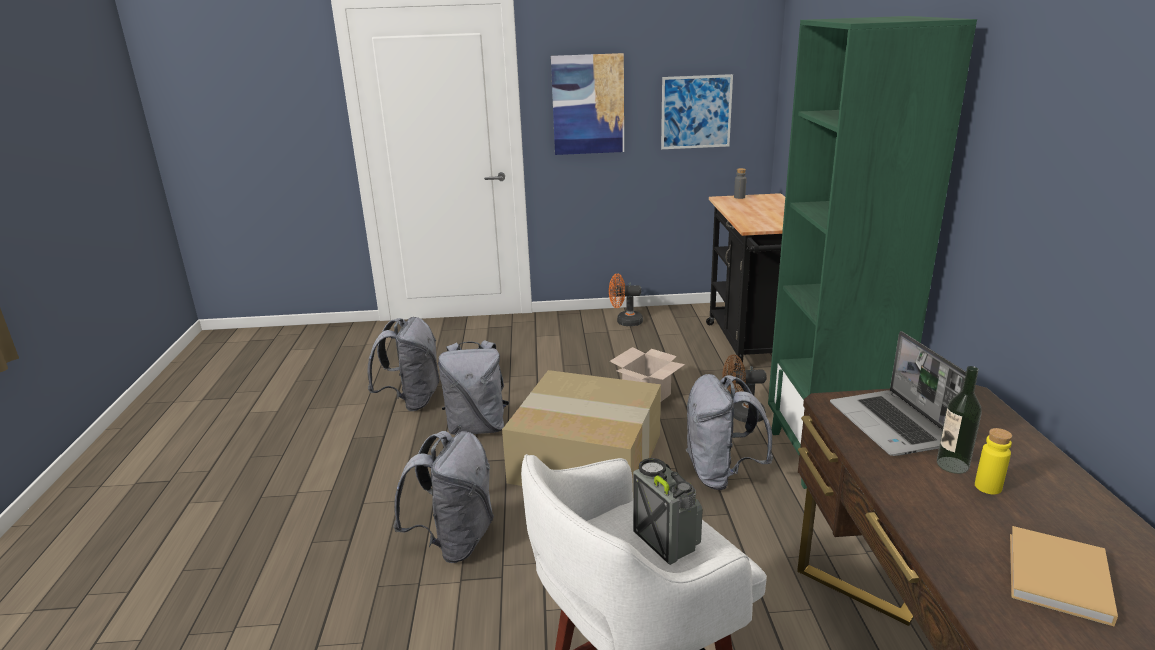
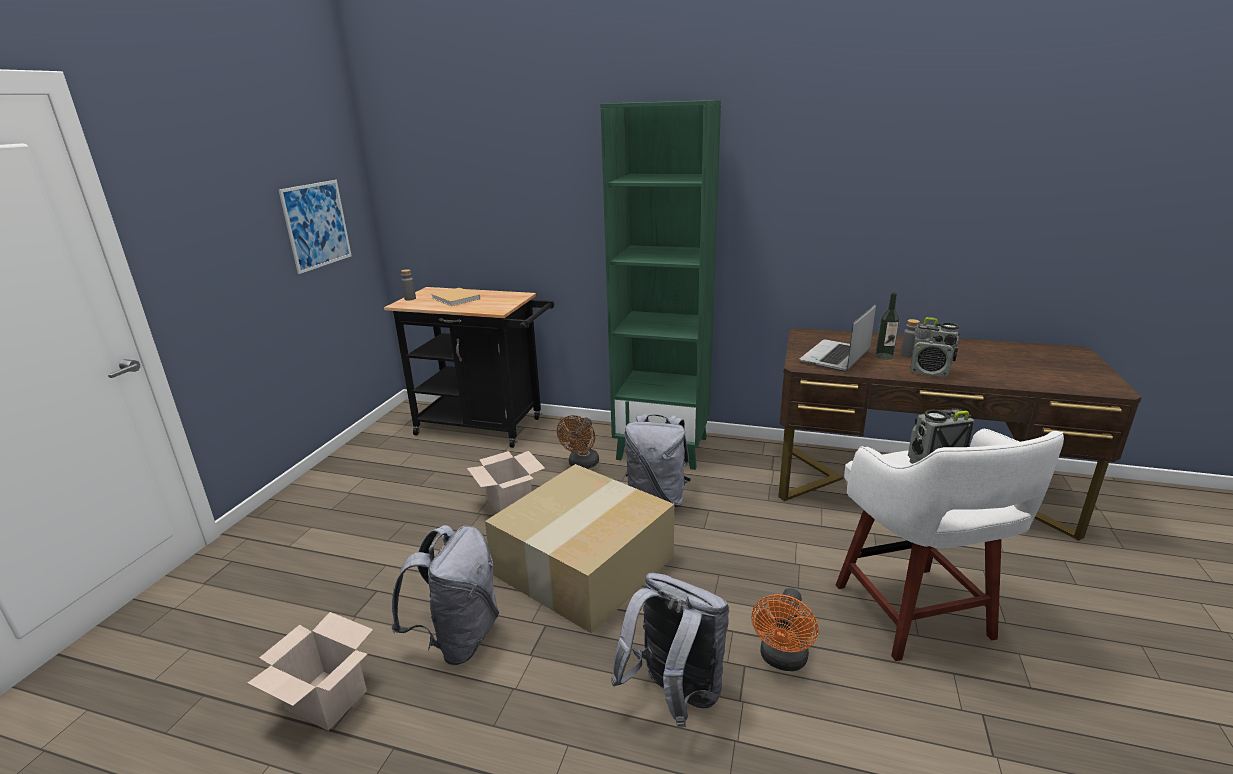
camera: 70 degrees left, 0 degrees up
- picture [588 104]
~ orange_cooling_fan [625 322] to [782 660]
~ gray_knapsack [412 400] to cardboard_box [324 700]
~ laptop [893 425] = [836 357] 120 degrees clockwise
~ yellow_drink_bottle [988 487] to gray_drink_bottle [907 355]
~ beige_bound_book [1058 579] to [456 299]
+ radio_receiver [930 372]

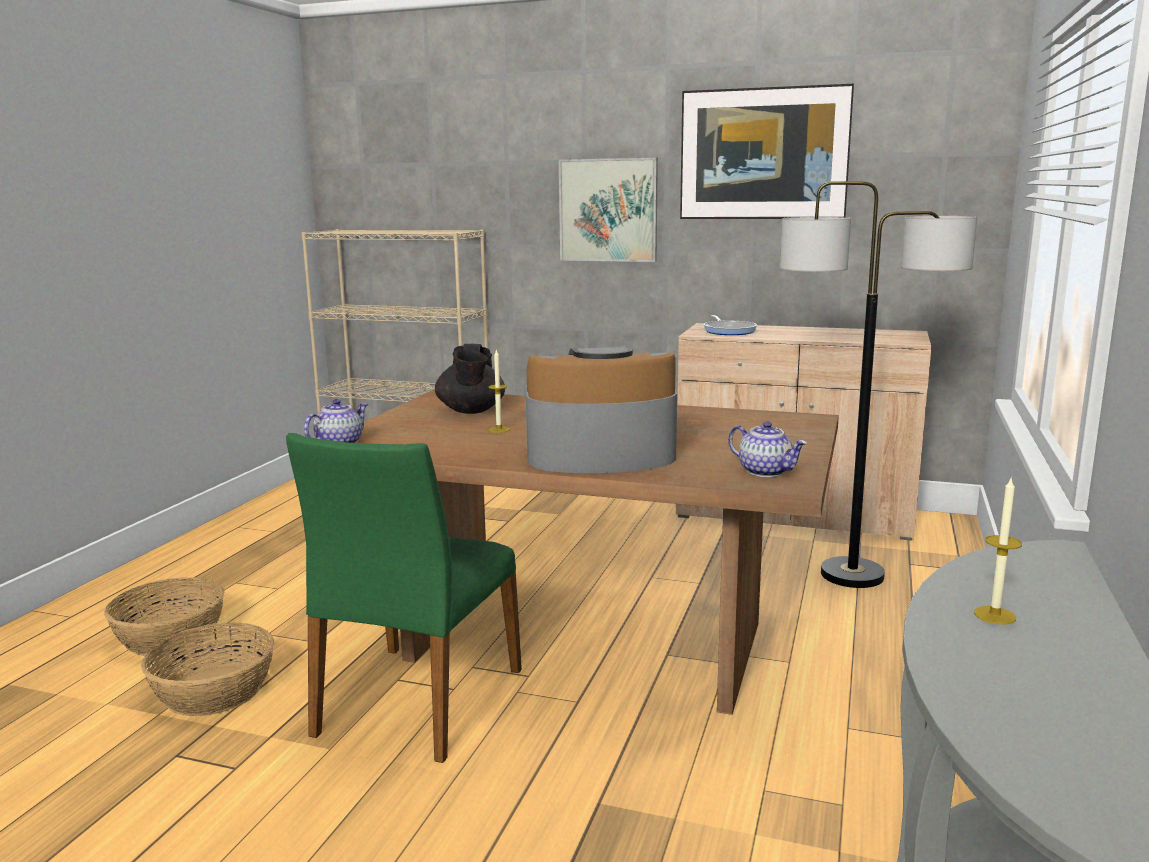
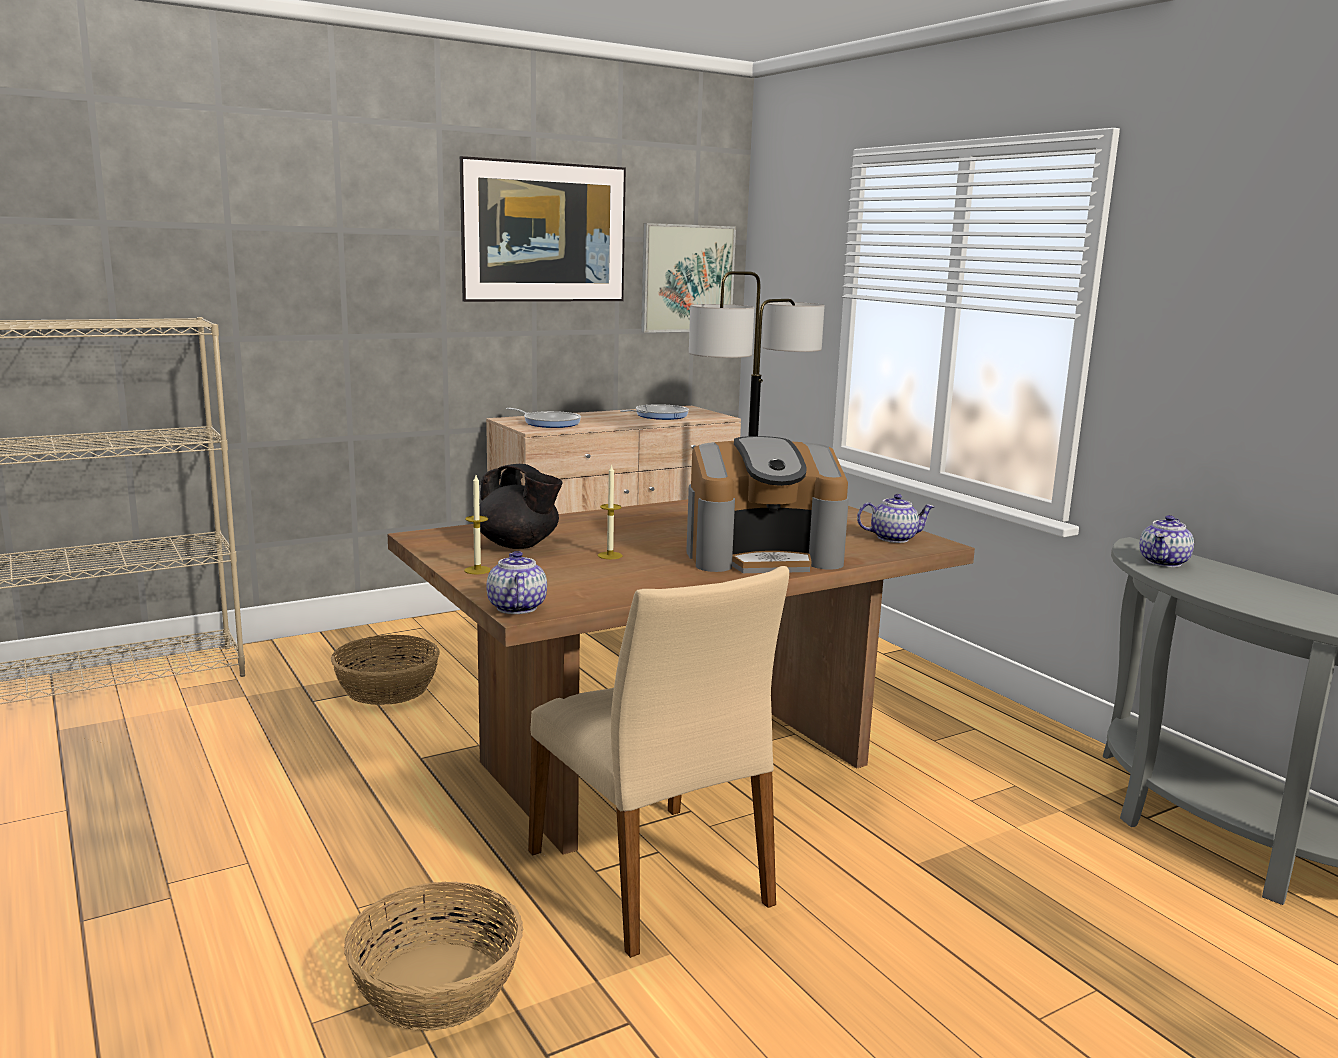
camera: 50 degrees left, 0 degrees up
~ picture [608 210] to [687 278]
~ coffee_maker [599 455] = [763 556] 135 degrees counterclockwise
~ green-coloured_upright_chair [416 702] to beige_upright_chair [653 877]
~ wax_candle [994 615] to [477 570]
~ storage_basket [171 636] to [387 688]
+ skillet [658 416]
+ tea_pot [1164 562]

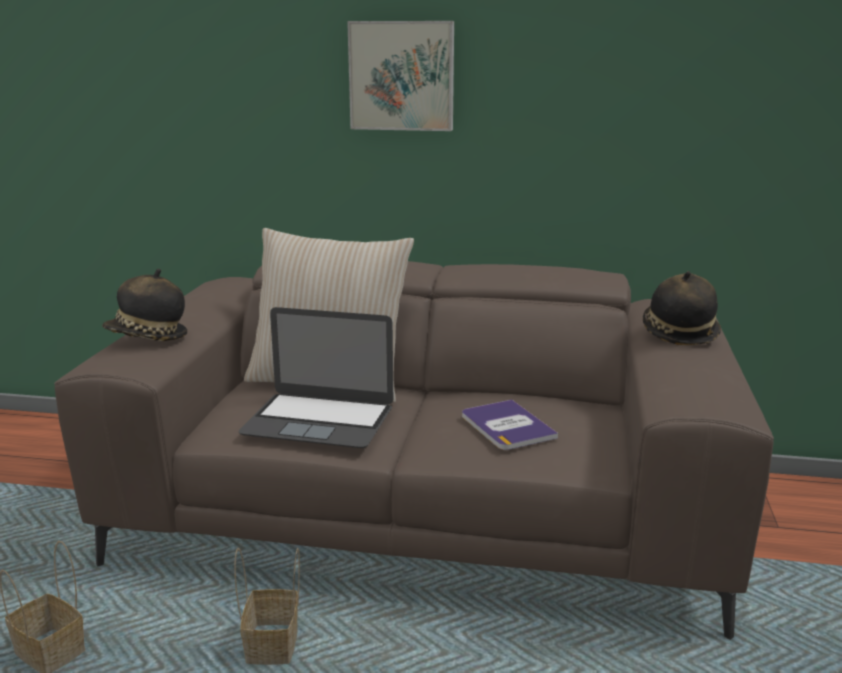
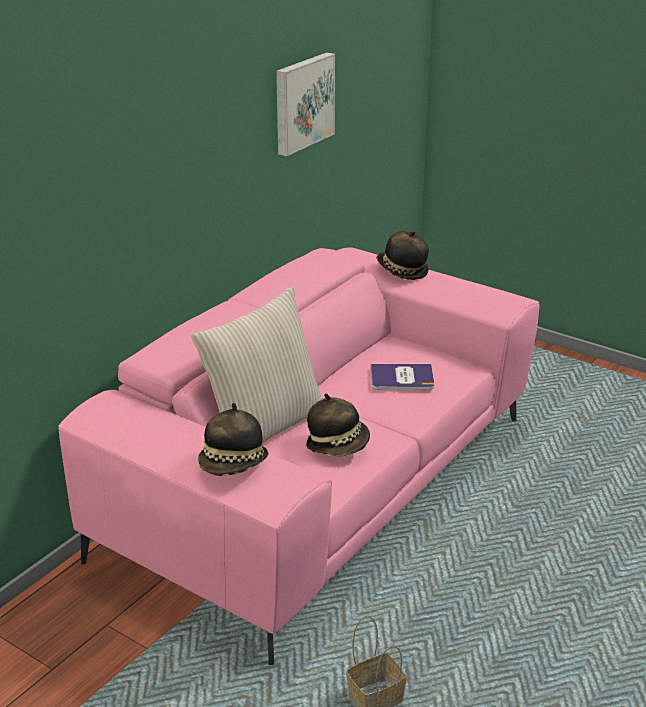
camera: 65 degrees left, 10 degrees up
~ picture [402 76] to [302 102]
~ brown-coloured_sofa [421 518] to pinkish_sofa [321 486]
~ laptop [319 420] to hat [338 445]
- storage_basket [273 647]

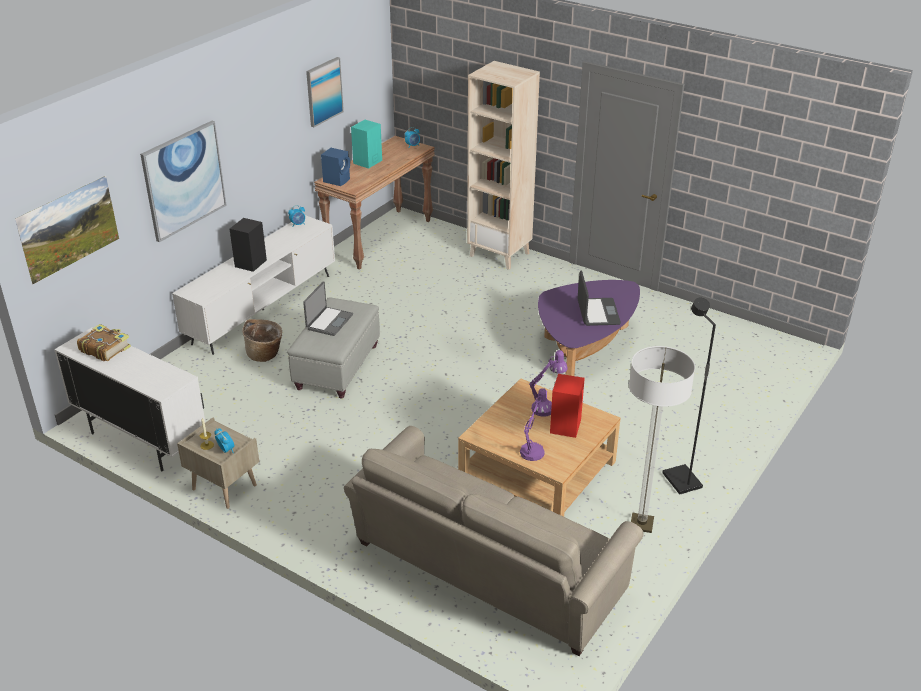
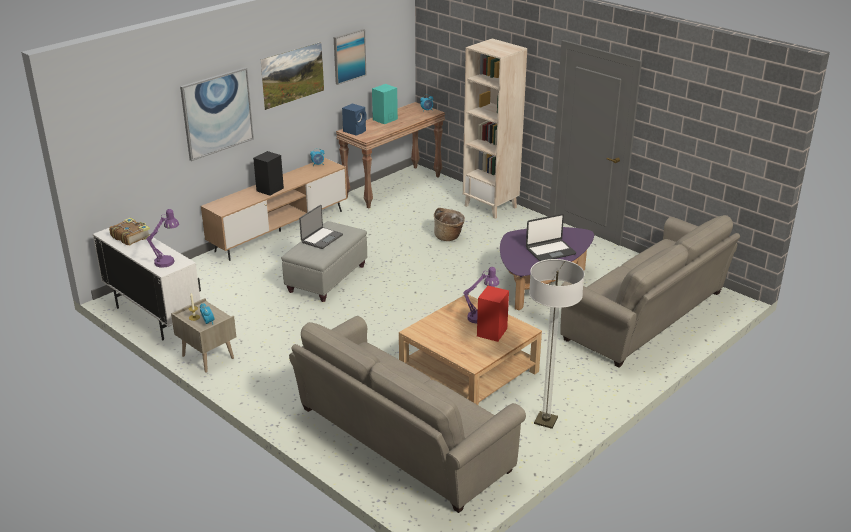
camera: 10 degrees right, 5 degrees down
~ picture [73 245] to [294 87]
~ white_media_console [263 309] to brown-coloured_media_console [280 231]
~ laptop [597 312] = [550 251] 60 degrees clockwise
- black-coloured_standard_lamp [680 481]
~ storage_basket [265 354] to [449 237]
~ purple_tabletop_lamp [534 449] to [167 260]
+ beige_sofa [648 318]

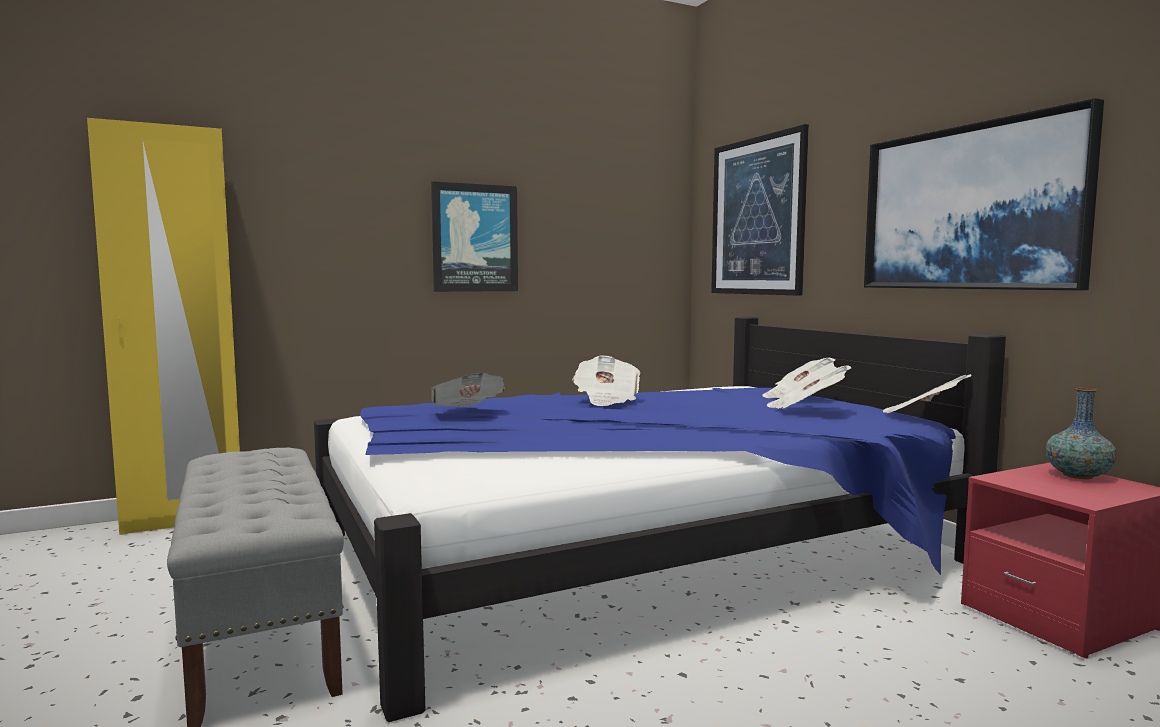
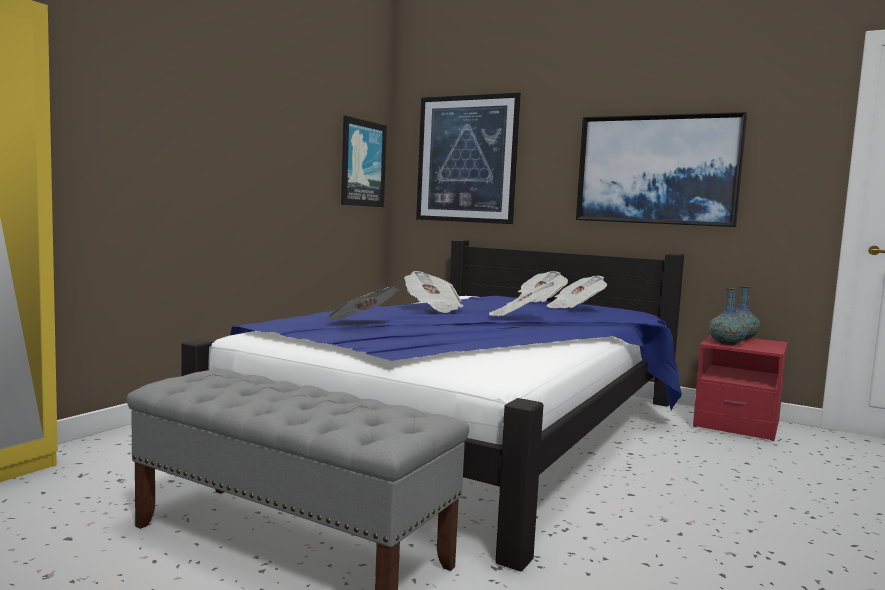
camera: 35 degrees left, 0 degrees up
~ picture [475 238] to [362 163]
~ printed_paper [922 416] to [521 317]
+ vase [727 343]

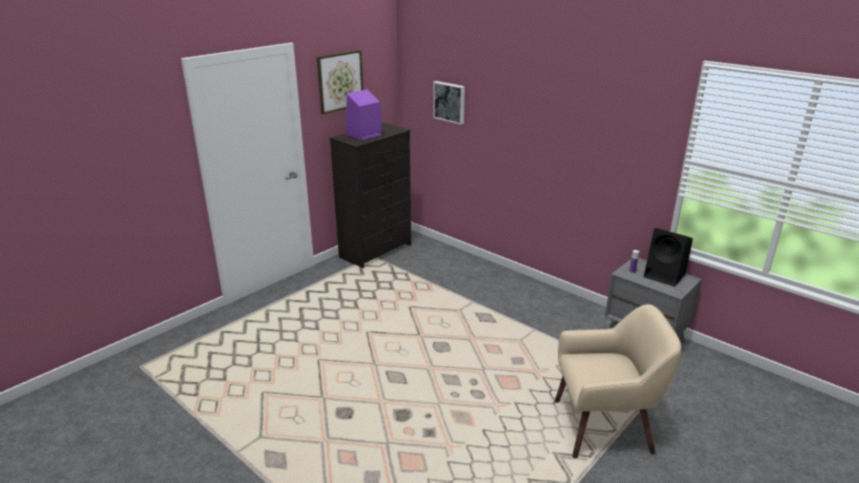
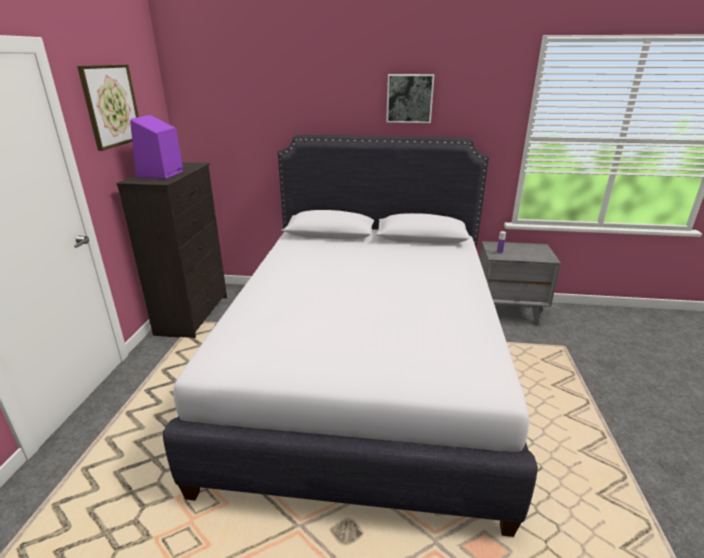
camera: 35 degrees left, 0 degrees up
~ picture [450 102] to [409 98]
- black-coloured_loudspeaker [665 276]
- beige_easy_chair [604 427]
+ white_sleeping_bed [364 371]

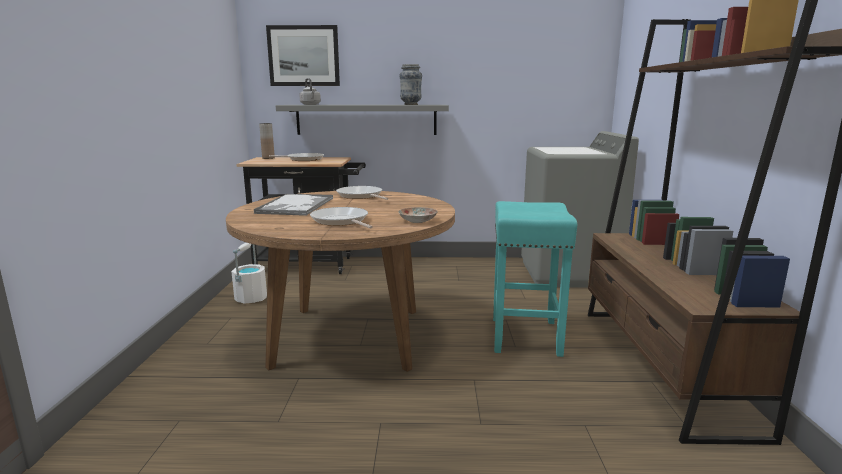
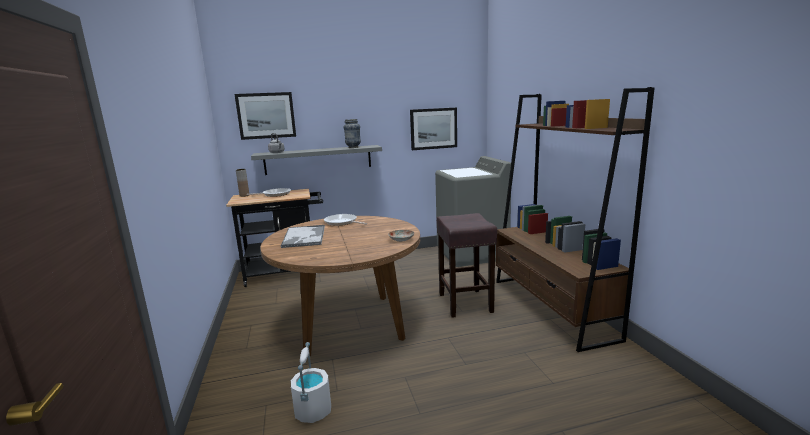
camera: 15 degrees left, 0 degrees up
~ blue-green_sitting_stool [526 337] to brown-coloured_sitting_stool [466 303]
- skillet [341 221]
~ white_pail [251 298] to [313 410]
+ picture [433 128]

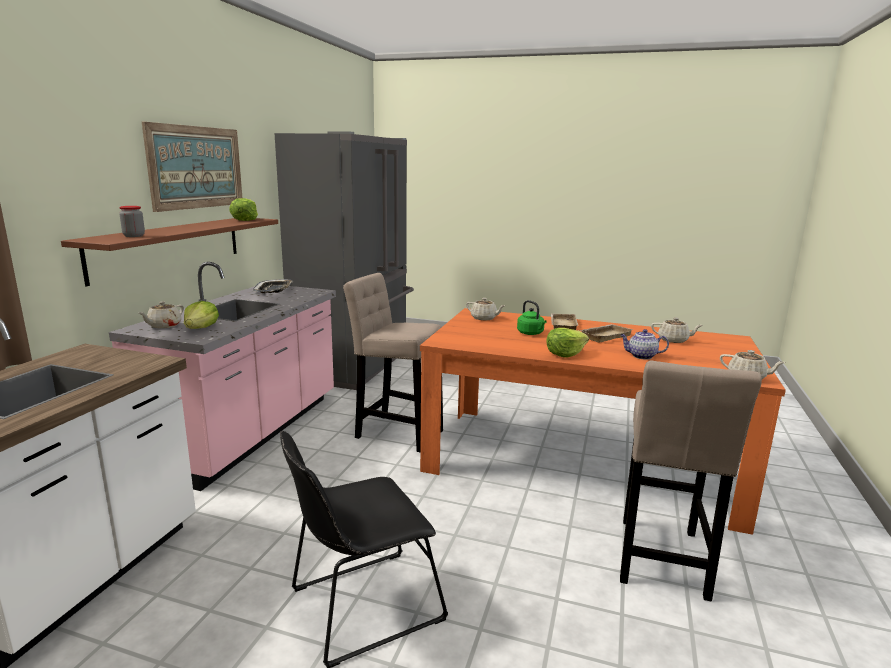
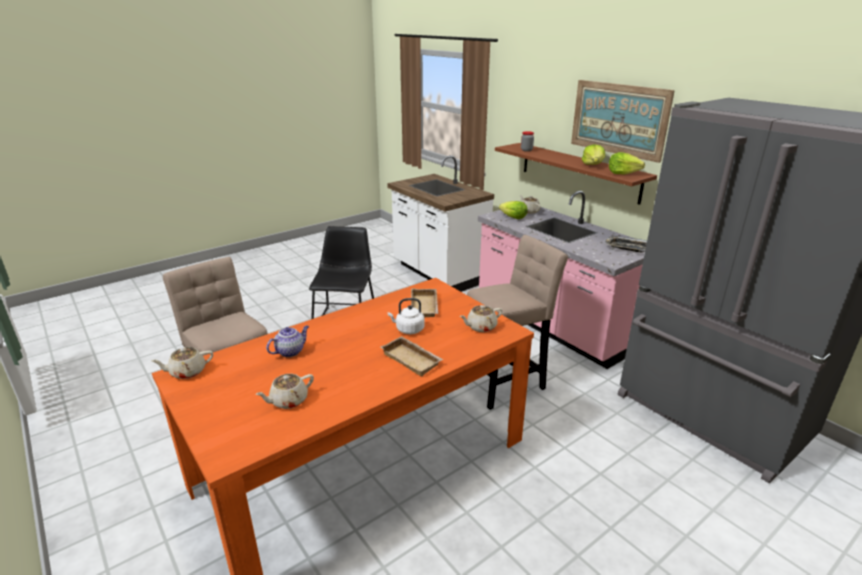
camera: 125 degrees right, 10 degrees up
~ green-coloured_kettle [531 333] to white_kettle [408 330]
~ beige_tray [604 336] to [425 307]
~ lettuce_head [565 354] to [593 165]

